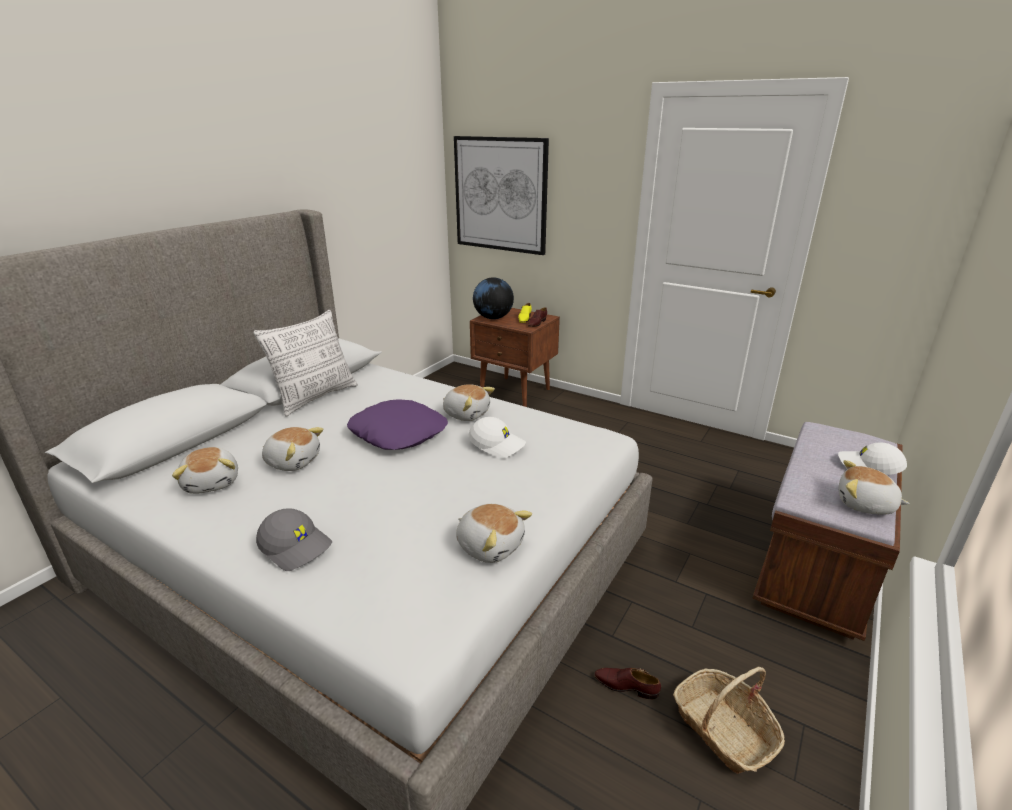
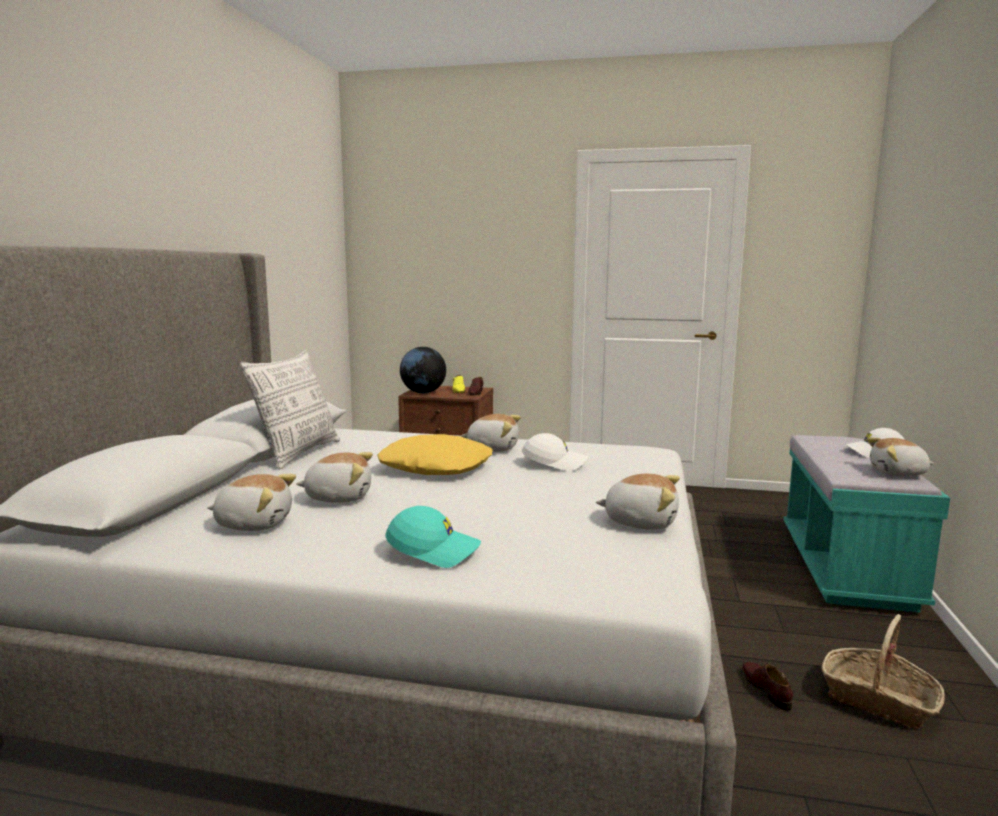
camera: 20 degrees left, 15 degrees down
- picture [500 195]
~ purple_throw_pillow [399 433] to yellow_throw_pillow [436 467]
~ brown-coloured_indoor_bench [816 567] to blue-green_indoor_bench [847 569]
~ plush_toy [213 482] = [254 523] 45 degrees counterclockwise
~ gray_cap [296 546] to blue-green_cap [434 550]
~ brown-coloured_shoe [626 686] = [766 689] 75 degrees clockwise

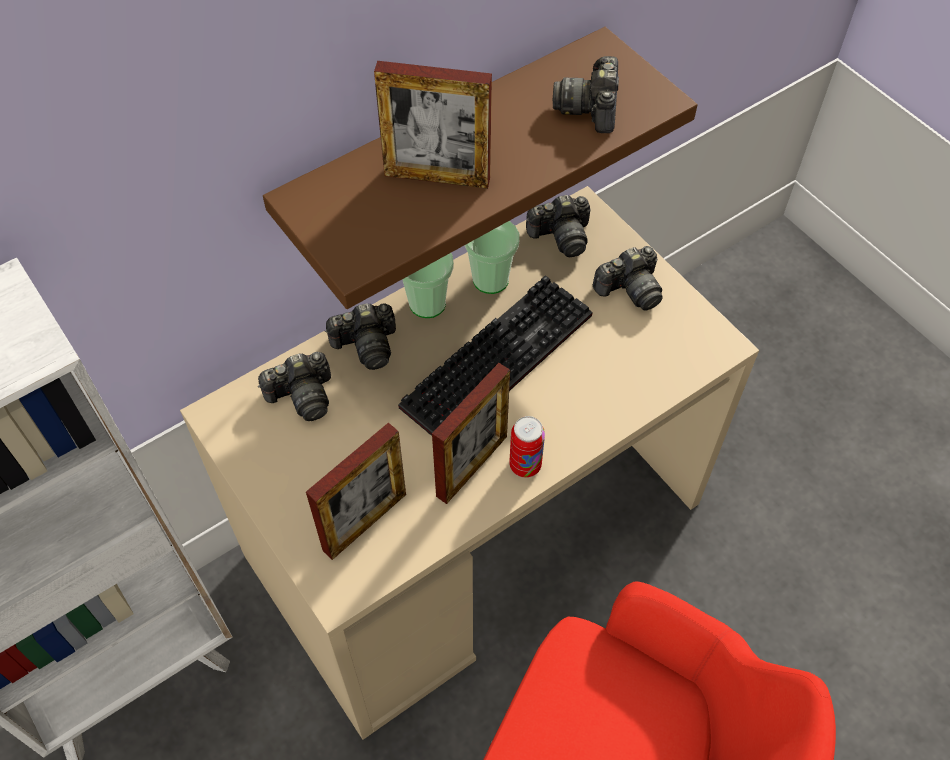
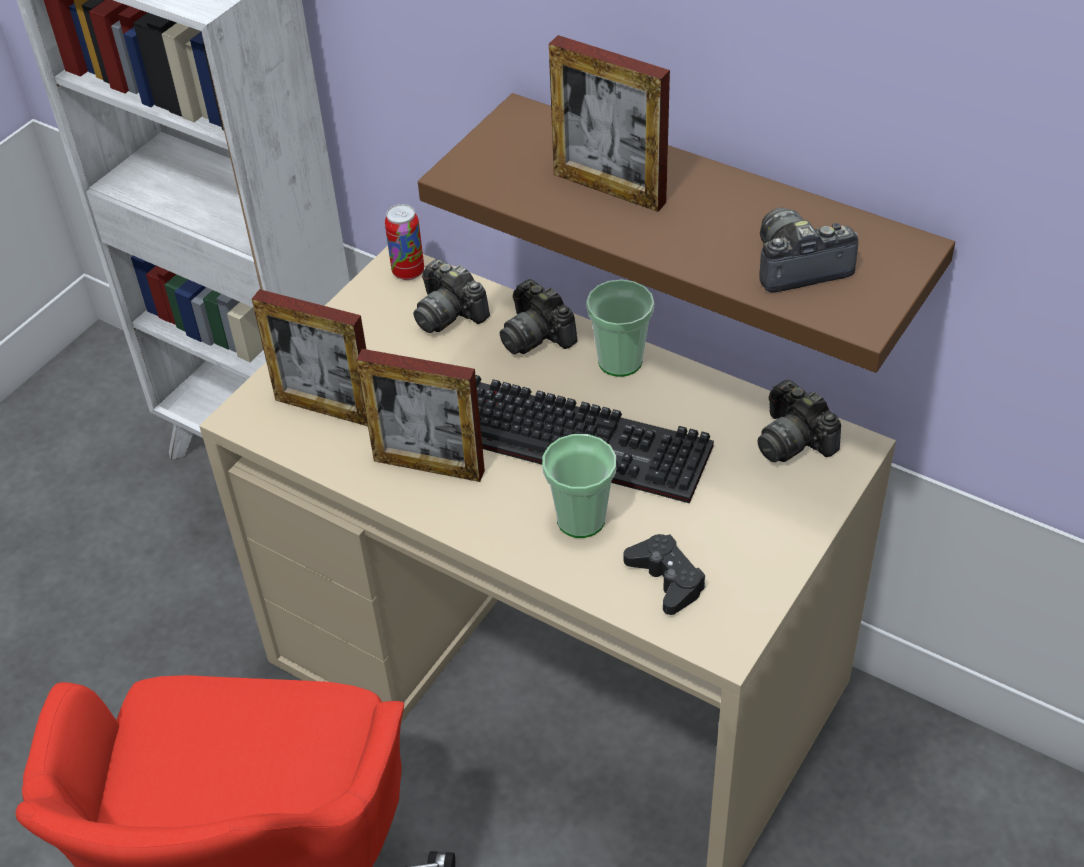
camera: 70 degrees right, 10 degrees down
~ picture_frame [437 177] = [609 188] 45 degrees counterclockwise
~ drinking_cup [490 279] to [581 519]
- photo_camera [630 289]
~ metal_can [525 465] to [408 272]
+ black-coloured_game_controller [666 579]

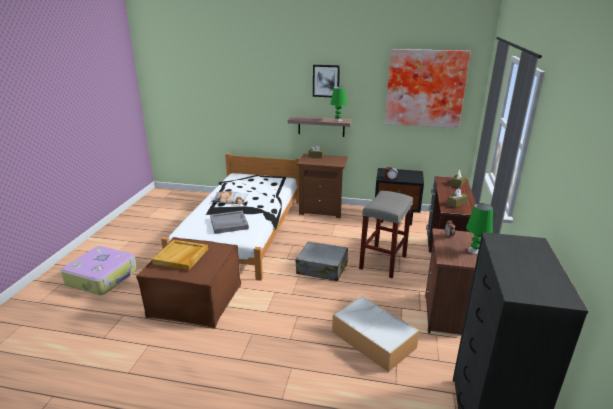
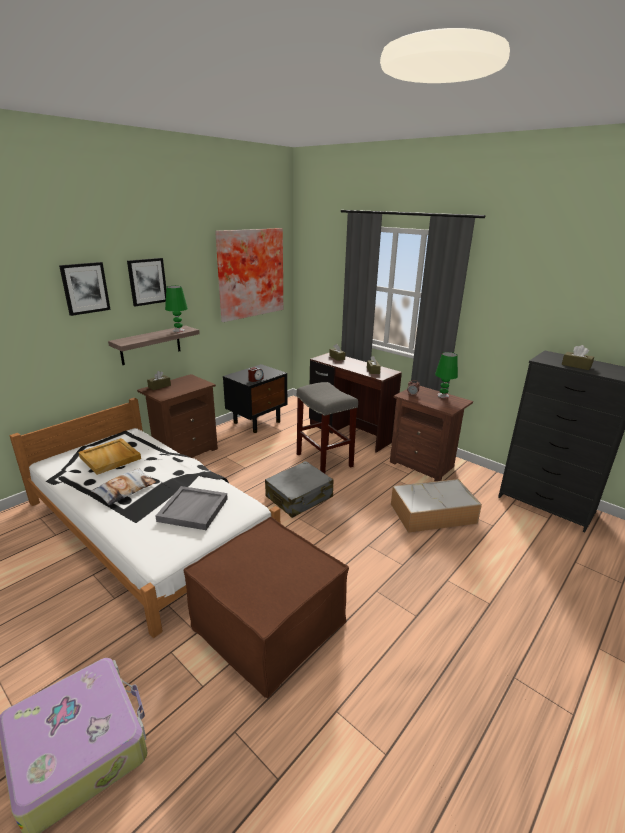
camera: 60 degrees left, 0 degrees up
~ beige_tray [181 256] to [111 458]
+ picture [85 288]
+ brown-coloured_tissue_holder [576 365]

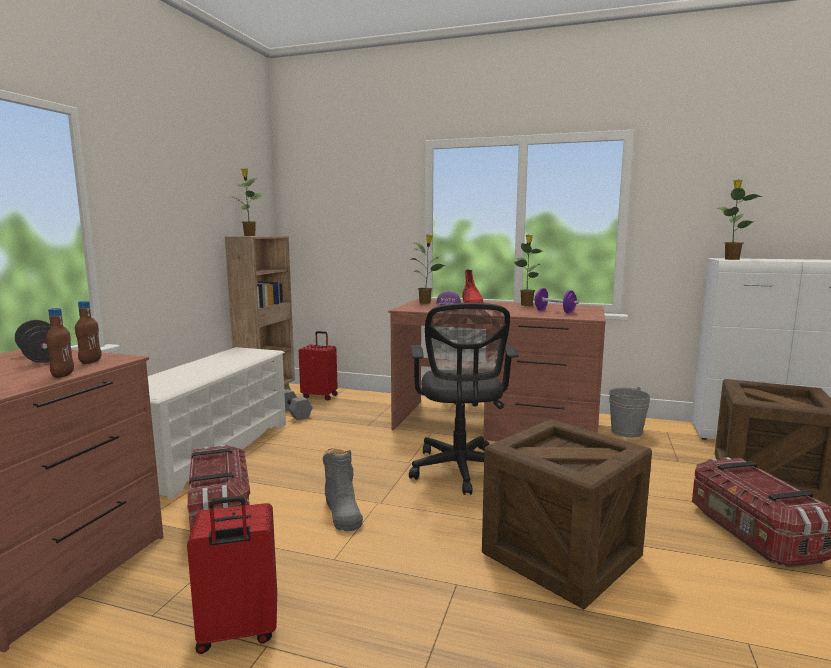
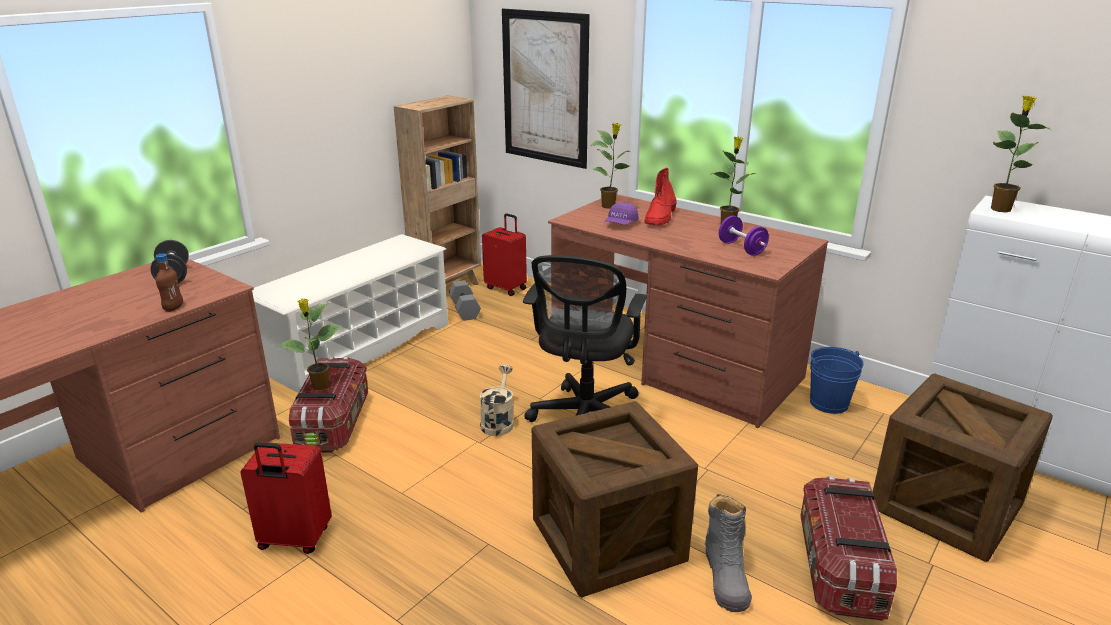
camera: 20 degrees right, 15 degrees up
~ plant_in_a_pot [249 236] to [320 386]
- brown-coloured_drink_bottle [90 362]
~ gray_pail [626 432] to blue_pail [829 403]
~ gray_boot [342 512] to [726 576]
+ picture [544 88]
+ beige_sprinkling_can [498 421]

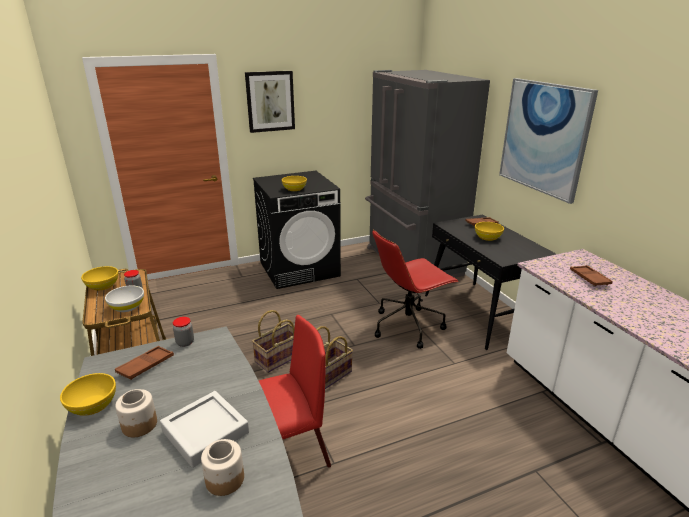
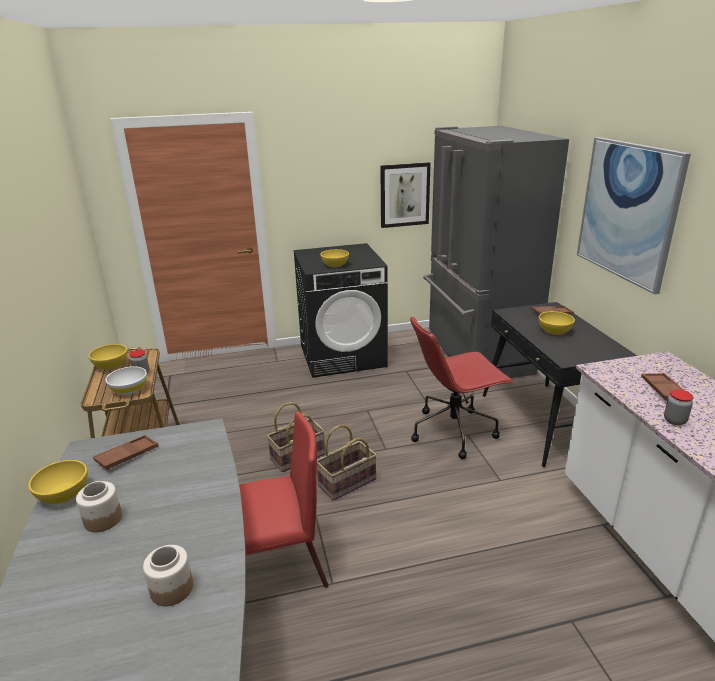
camera: 10 degrees right, 0 degrees up
~ picture [270 101] to [404 195]
~ jar [185 342] to [674 420]
- gray_tray [205 432]

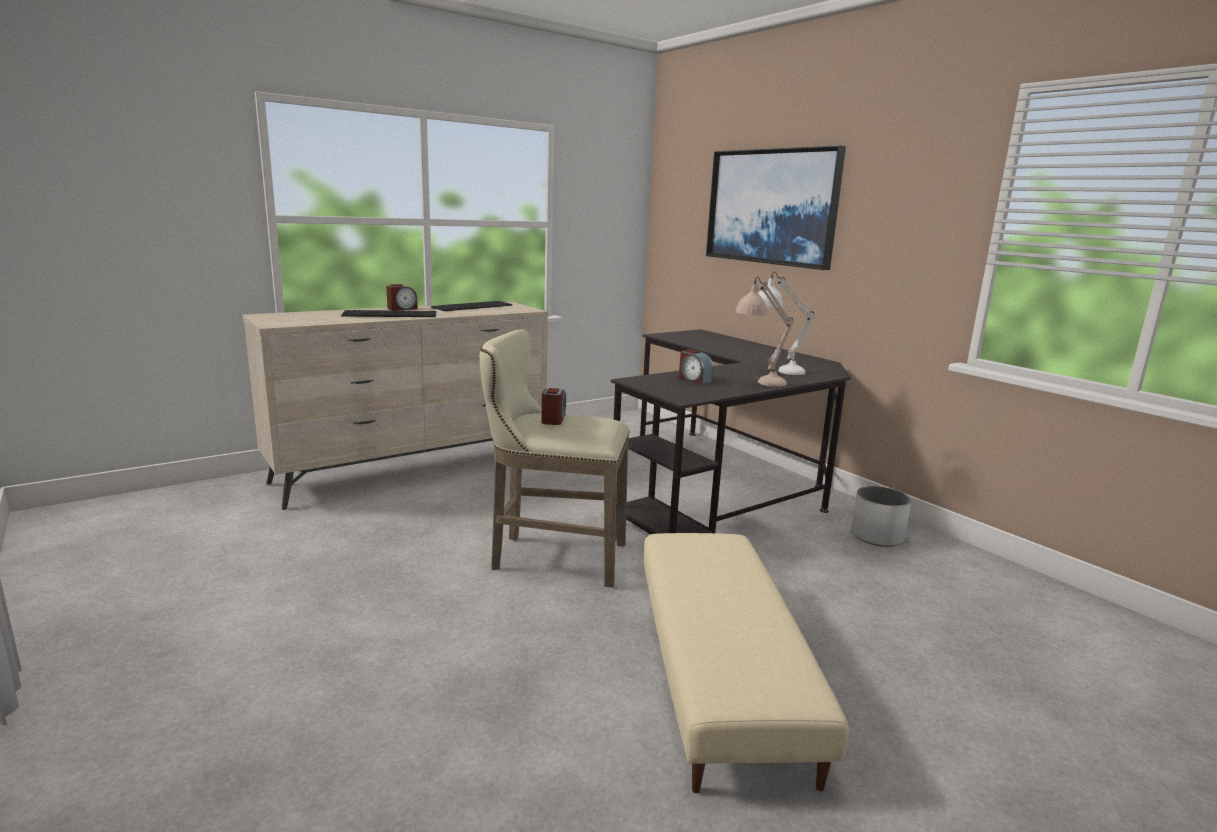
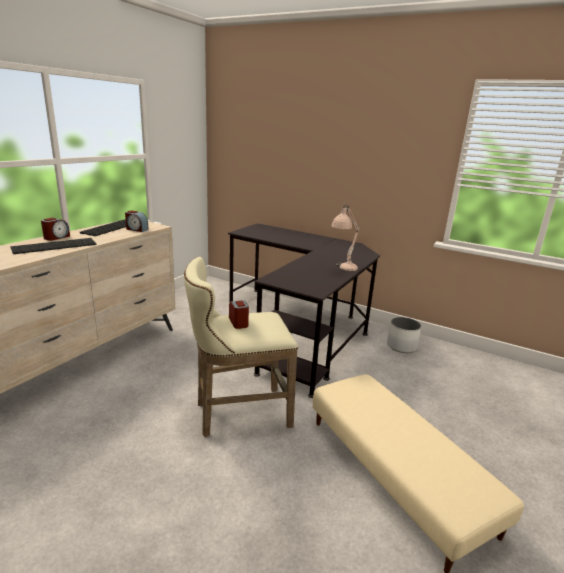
camera: 25 degrees left, 5 degrees up
- picture [771 207]
- white_tabletop_lamp [777 371]
~ table_clock [694 379] to [136 229]

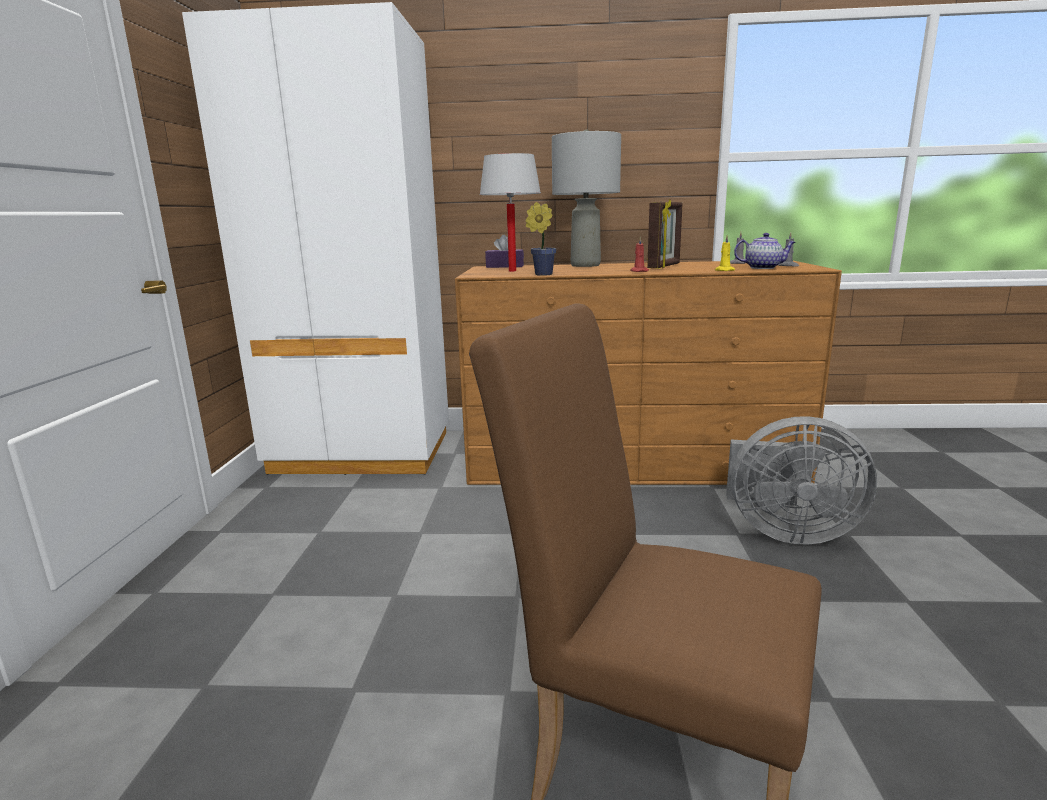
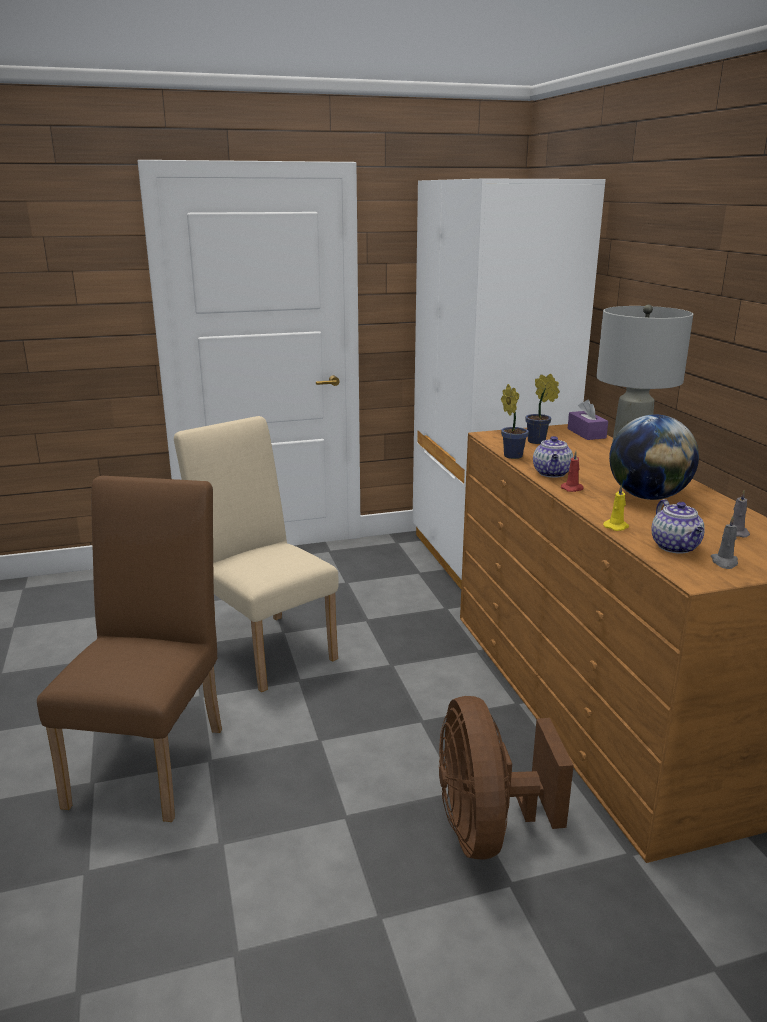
camera: 70 degrees right, 5 degrees up
~ white_tabletop_lamp [512 271] to plant_in_a_pot [538 442]
~ picture_frame [664 266] to globe [647 497]
~ gray_cooling_fan [785 531] to brown-coloured_cooling_fan [487 829]
+ beige_upright_chair [265 646]
+ tea_pot [552 473]

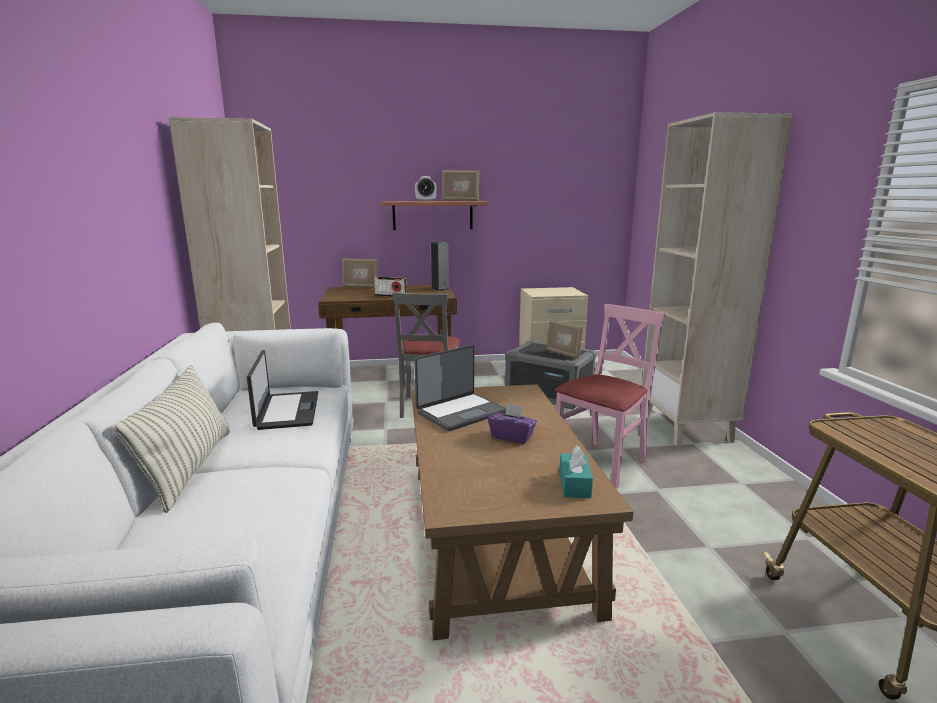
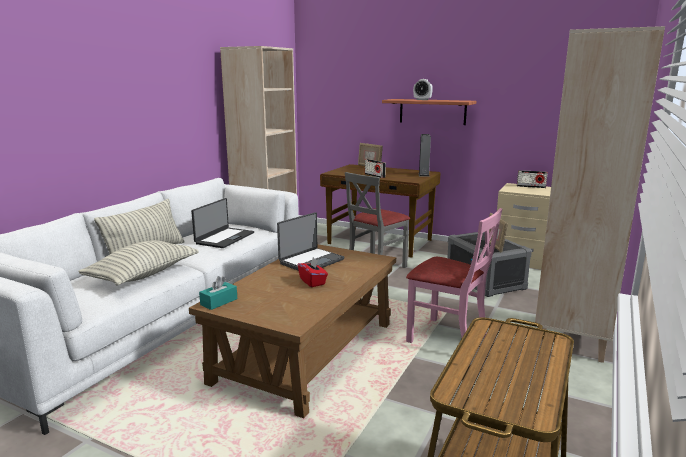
camera: 35 degrees right, 0 degrees up
- picture_frame [460 201]
~ pinkish_upright_chair [602 463] = [447 338] 45 degrees clockwise
~ laptop [460 412] = [311 261] 45 degrees counterclockwise
~ purple_tissue_holder [512 437] to reddish_tissue_holder [312 282]
~ blue-green_tissue_holder [574 484] to [219 302]
+ radio_receiver [531 186]
+ throw_pillow [143 275]

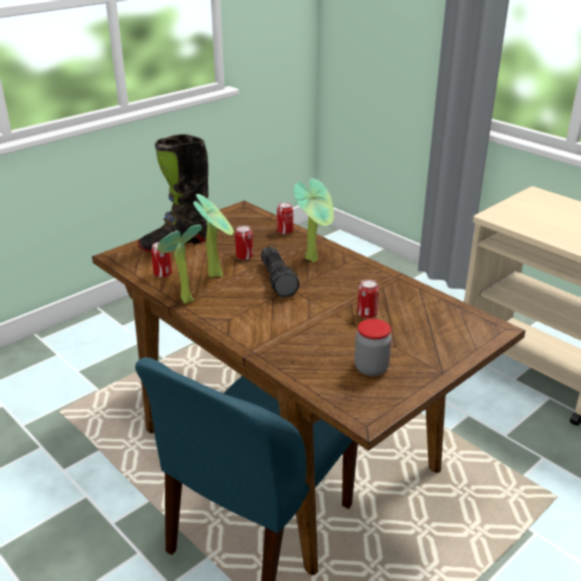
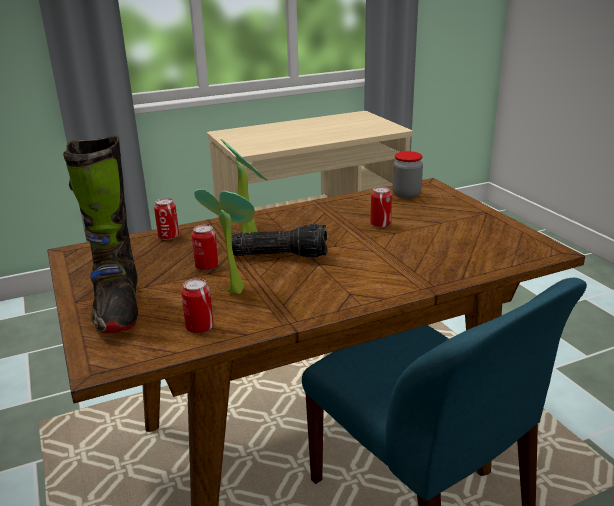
camera: 70 degrees left, 5 degrees down
- plant_in_a_pot [183 300]
~ jar [371 368] to [406 194]

